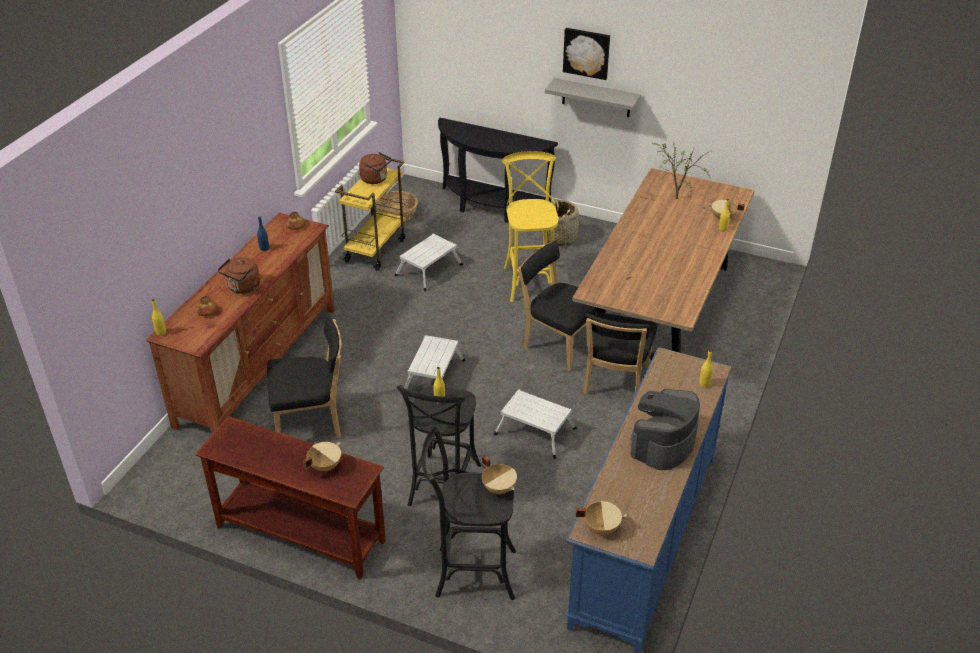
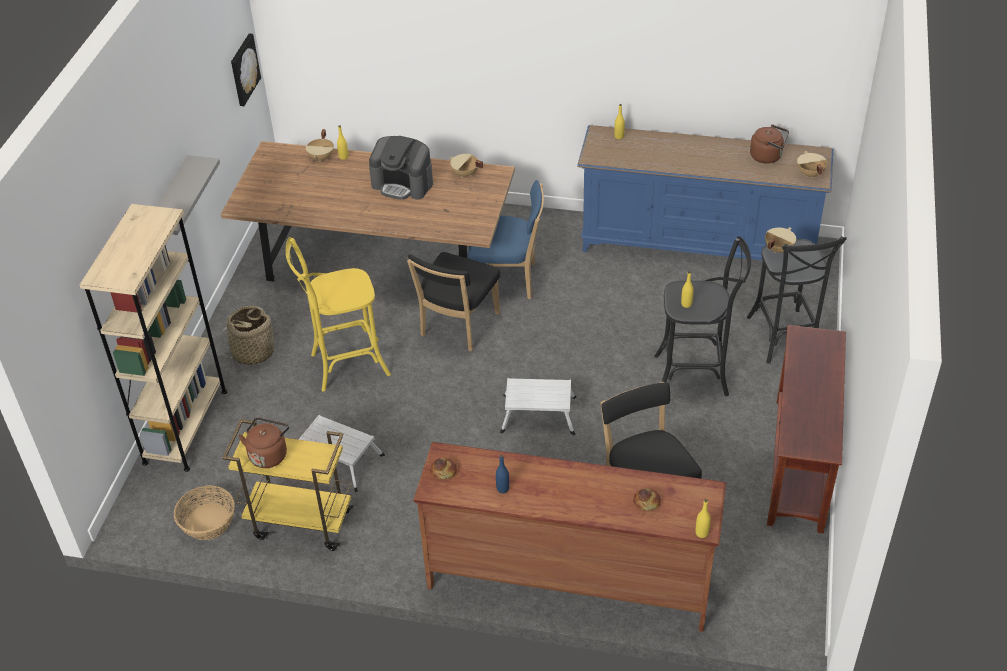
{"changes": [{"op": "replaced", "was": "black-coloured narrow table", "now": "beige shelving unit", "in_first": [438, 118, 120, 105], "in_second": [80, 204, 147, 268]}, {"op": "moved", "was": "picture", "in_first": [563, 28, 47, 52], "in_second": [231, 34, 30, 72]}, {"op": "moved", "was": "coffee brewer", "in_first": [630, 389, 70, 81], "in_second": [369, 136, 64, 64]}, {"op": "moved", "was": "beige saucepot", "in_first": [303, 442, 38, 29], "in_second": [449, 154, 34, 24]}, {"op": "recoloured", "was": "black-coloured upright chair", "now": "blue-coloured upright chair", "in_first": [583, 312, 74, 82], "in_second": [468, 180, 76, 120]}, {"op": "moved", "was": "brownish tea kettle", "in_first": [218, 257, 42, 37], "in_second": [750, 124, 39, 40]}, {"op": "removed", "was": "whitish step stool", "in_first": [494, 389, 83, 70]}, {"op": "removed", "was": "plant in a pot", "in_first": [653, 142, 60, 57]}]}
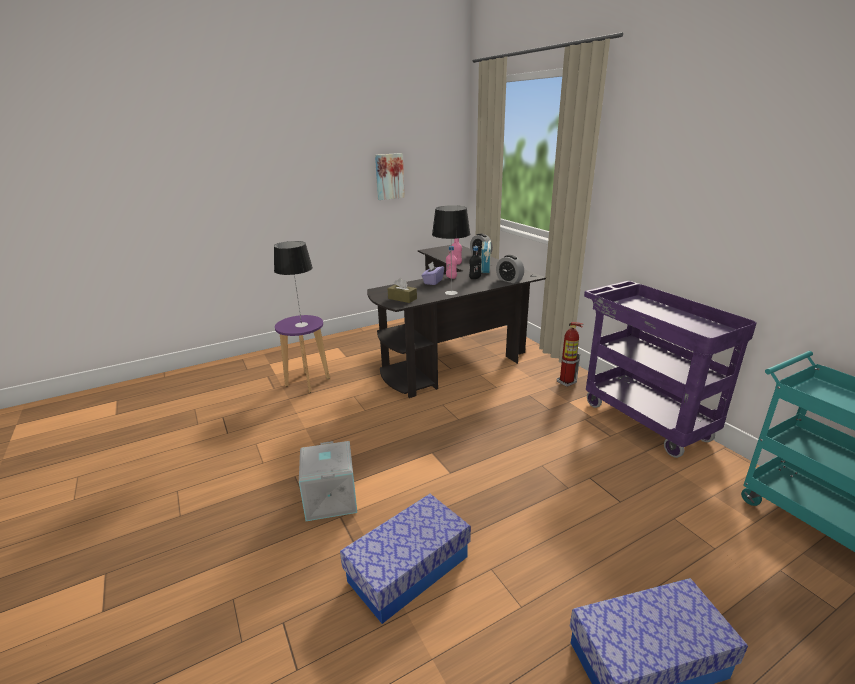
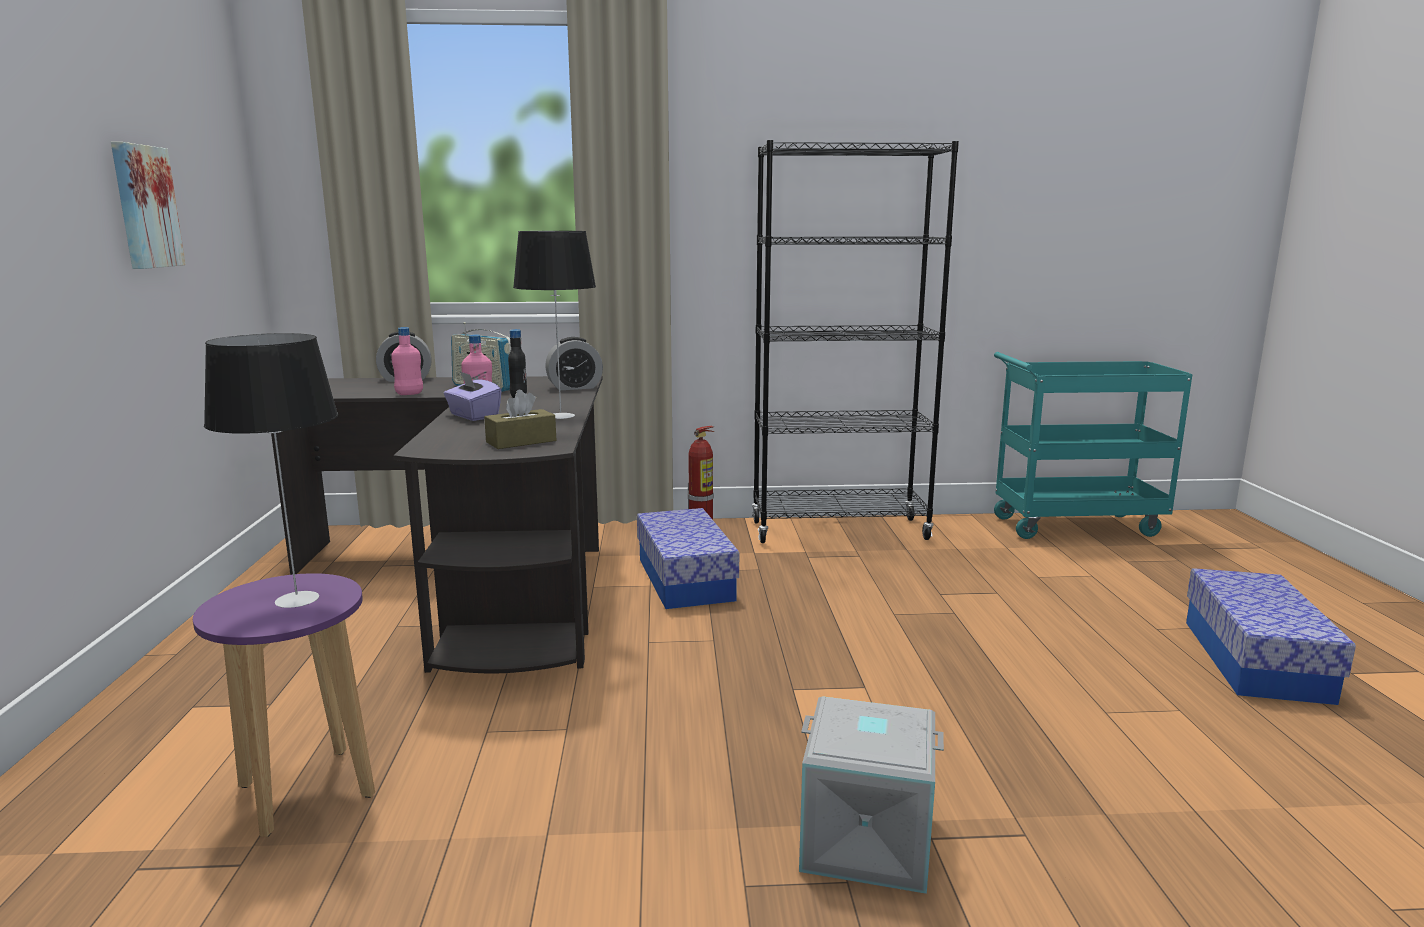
{"changes": [{"op": "moved", "was": "storage bin", "in_first": [340, 494, 131, 130], "in_second": [637, 508, 102, 101]}, {"op": "replaced", "was": "purple-coloured wheeled cart", "now": "black-coloured shelving unit", "in_first": [584, 281, 173, 177], "in_second": [752, 140, 207, 403]}]}
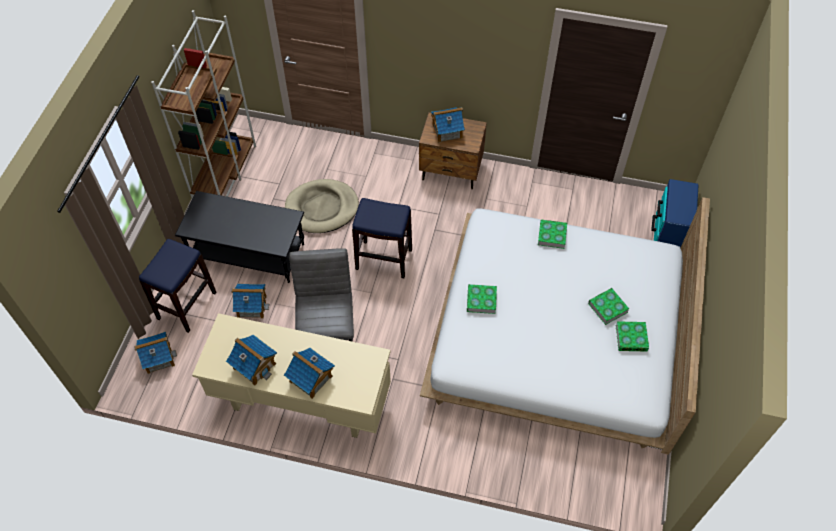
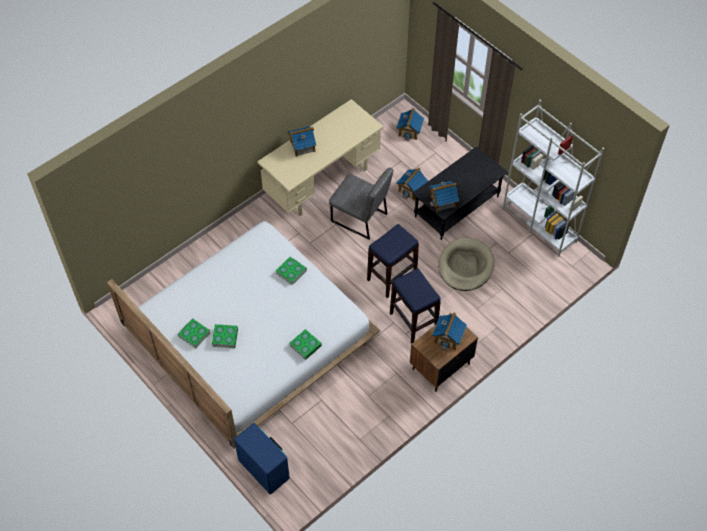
{"changes": [{"op": "moved", "was": "stool seat", "in_first": [139, 239, 78, 94], "in_second": [390, 268, 51, 76]}, {"op": "moved", "was": "toy house", "in_first": [226, 334, 51, 52], "in_second": [429, 181, 30, 31]}, {"op": "recoloured", "was": "brownish shelving unit", "now": "whitish shelving unit", "in_first": [151, 10, 105, 189], "in_second": [502, 100, 102, 157]}]}
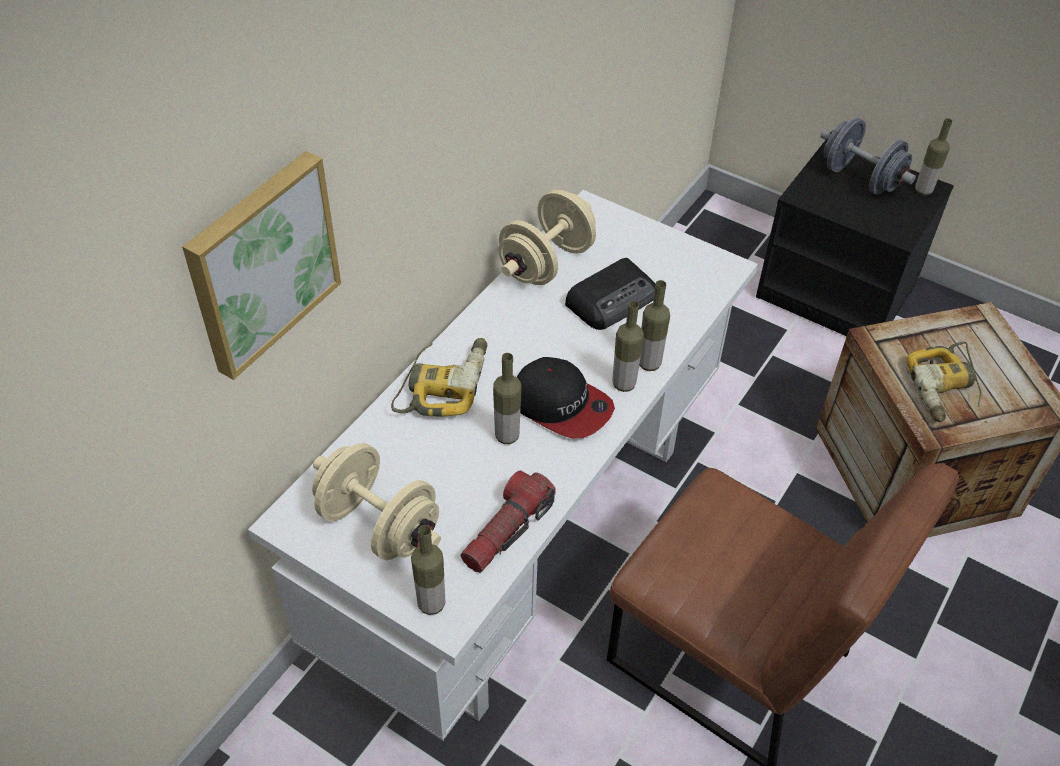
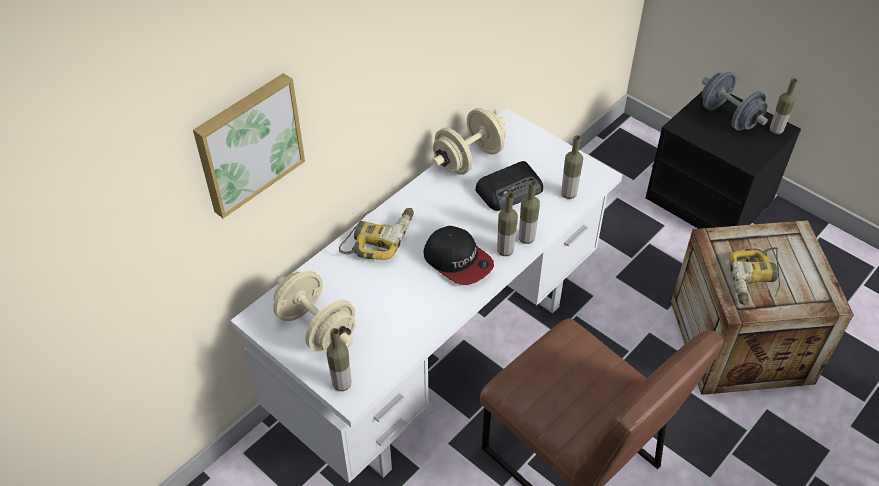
{"changes": [{"op": "moved", "was": "drink bottle", "in_first": [493, 353, 29, 91], "in_second": [561, 135, 22, 64]}, {"op": "removed", "was": "flashlight", "in_first": [460, 470, 95, 103]}]}
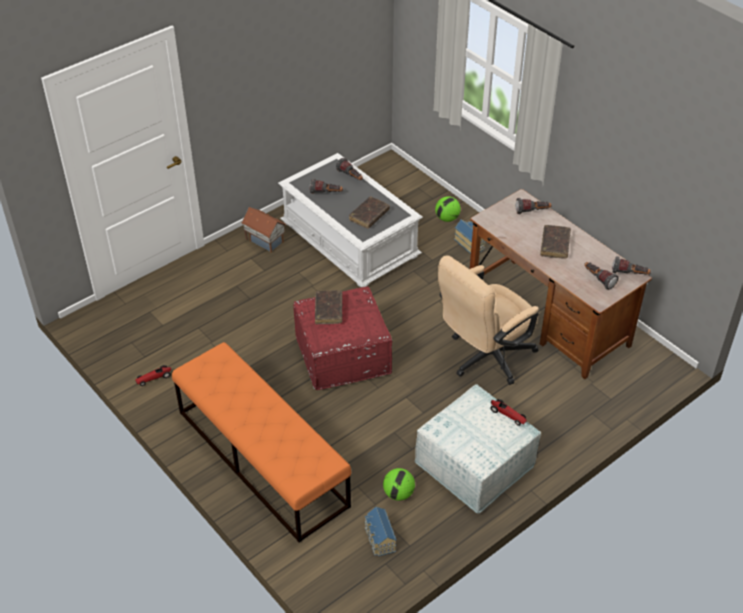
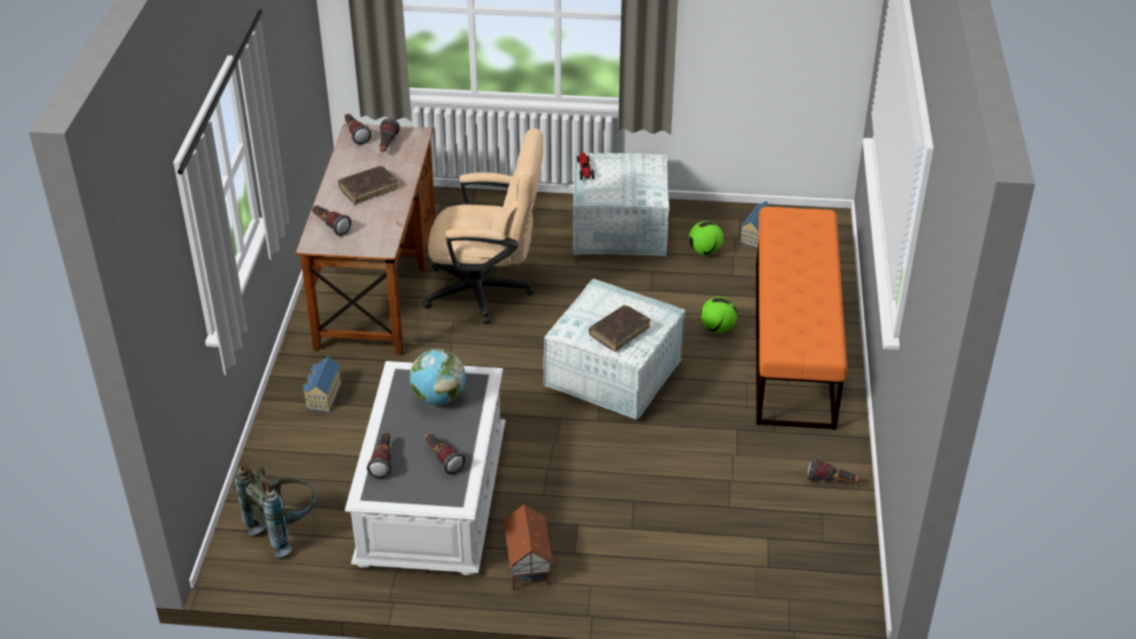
{"changes": [{"op": "added", "now": "greyish knapsack", "in_second": [235, 465, 82, 92]}, {"op": "replaced", "was": "brownish book", "now": "globe", "in_first": [349, 197, 41, 32], "in_second": [410, 349, 56, 56]}, {"op": "recoloured", "was": "red-coloured ottoman", "now": "whitish ottoman", "in_first": [294, 286, 98, 104], "in_second": [543, 279, 143, 140]}, {"op": "moved", "was": "football ball", "in_first": [435, 196, 26, 26], "in_second": [701, 297, 36, 36]}, {"op": "replaced", "was": "toy car", "now": "flashlight", "in_first": [135, 365, 37, 21], "in_second": [808, 458, 52, 26]}]}
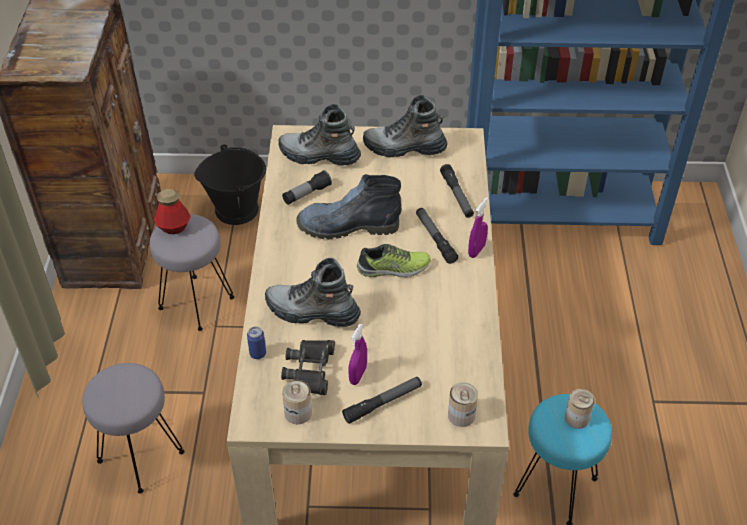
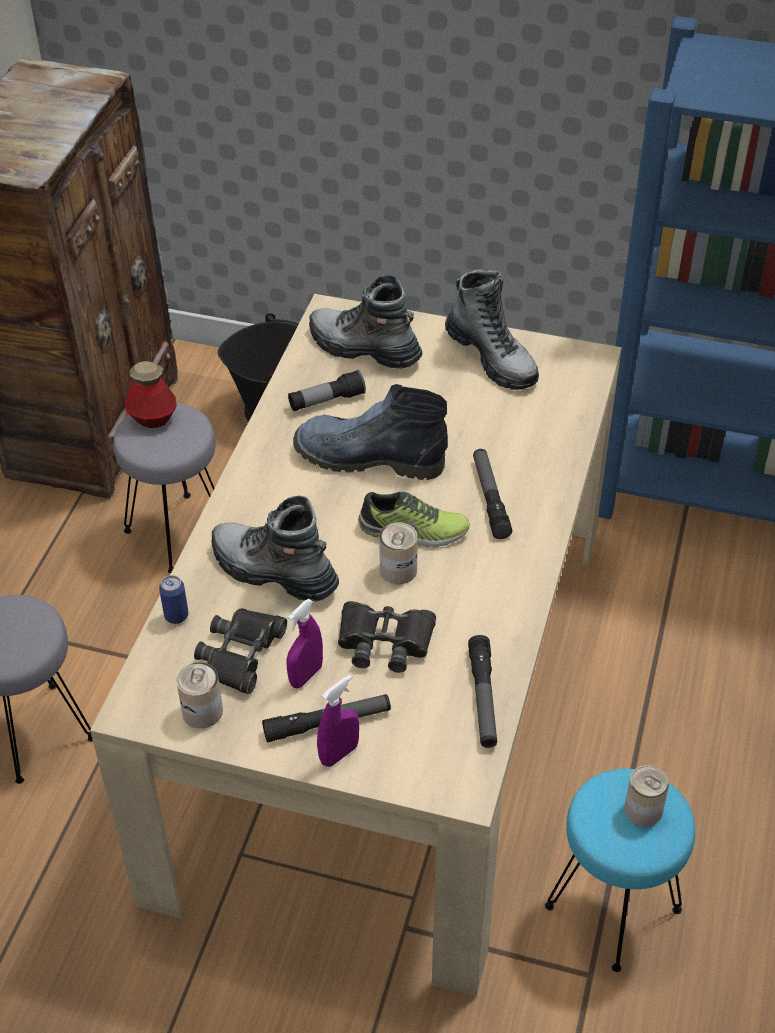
{"changes": [{"op": "moved", "was": "purple-coloured hand sprayer", "in_first": [468, 197, 20, 61], "in_second": [317, 675, 42, 92]}, {"op": "added", "now": "black-coloured field glasses", "in_second": [338, 601, 98, 72]}, {"op": "moved", "was": "sealed can", "in_first": [448, 382, 30, 45], "in_second": [379, 522, 39, 62]}, {"op": "turned", "was": "high-top boot", "in_first": [363, 95, 85, 63], "in_second": [445, 270, 94, 120], "clockwise": -150}, {"op": "moved", "was": "flashlight", "in_first": [440, 164, 34, 54], "in_second": [468, 635, 29, 113]}]}
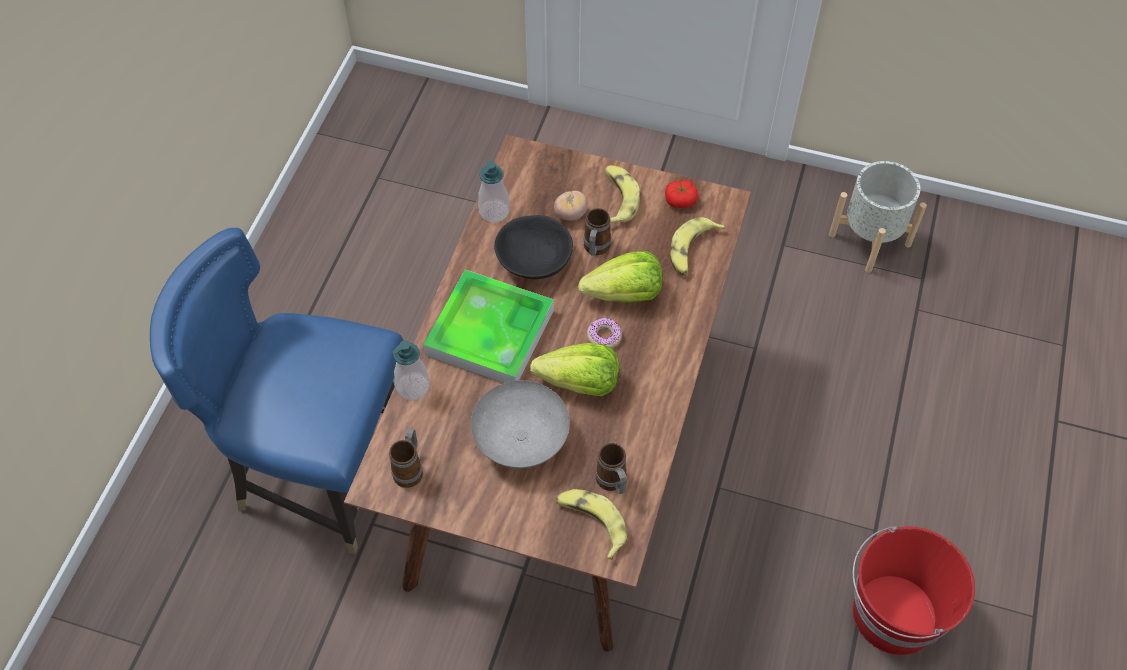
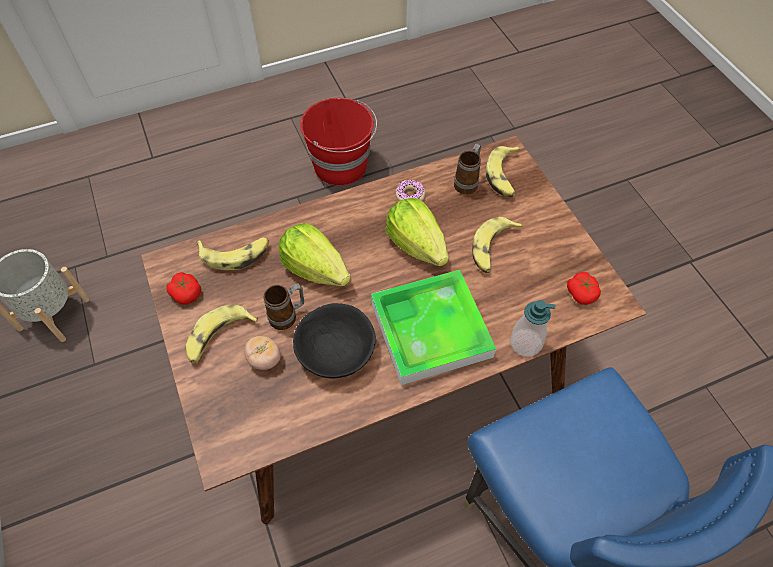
{"changes": [{"op": "moved", "was": "ring doughnut", "in_first": [587, 318, 35, 30], "in_second": [395, 179, 30, 22]}, {"op": "replaced", "was": "greyish serving bowl", "now": "banana fruit", "in_first": [471, 380, 99, 89], "in_second": [472, 217, 50, 56]}, {"op": "replaced", "was": "mug", "now": "fresh tomato", "in_first": [389, 428, 34, 60], "in_second": [567, 272, 34, 33]}, {"op": "removed", "was": "soap dispenser", "in_first": [478, 161, 31, 61]}]}
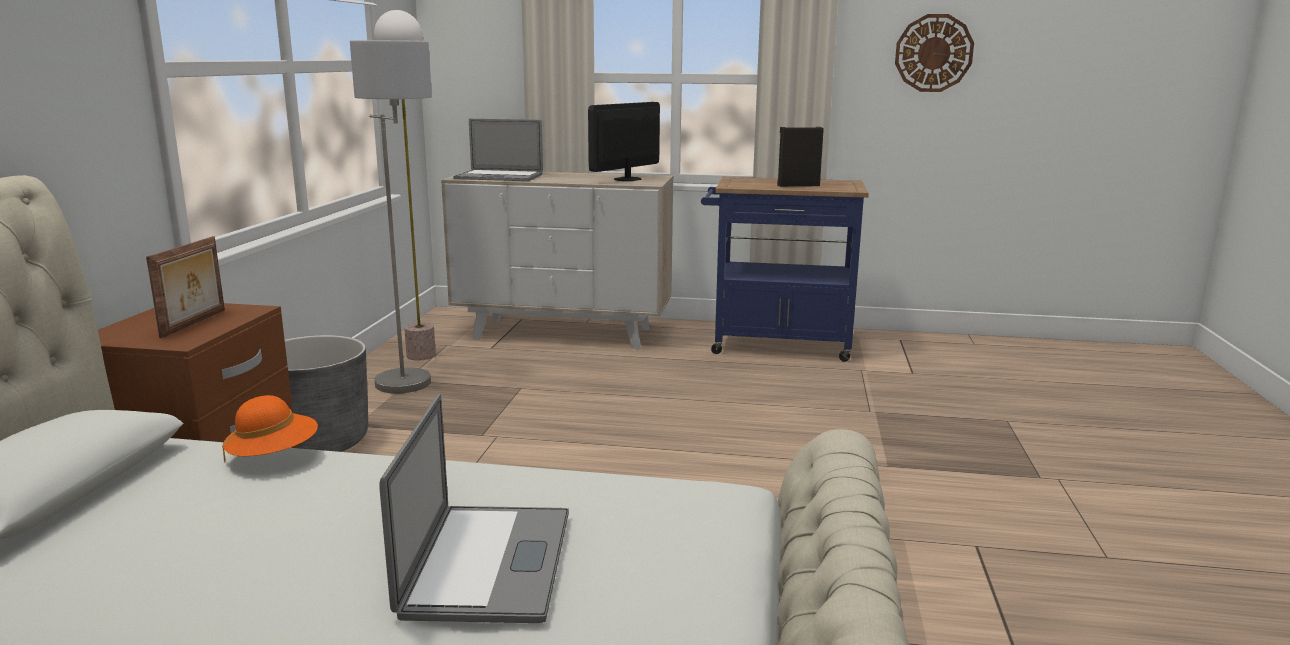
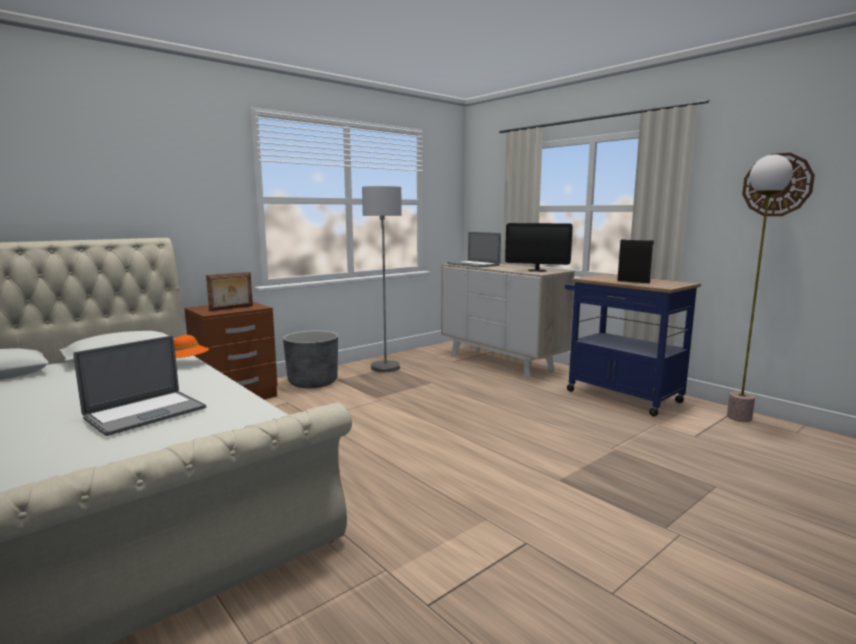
{"changes": [{"op": "turned", "was": "computer display", "in_first": [588, 102, 72, 79], "in_second": [505, 223, 68, 49], "clockwise": -150}, {"op": "moved", "was": "floor lamp", "in_first": [374, 10, 62, 350], "in_second": [727, 154, 66, 268]}]}
